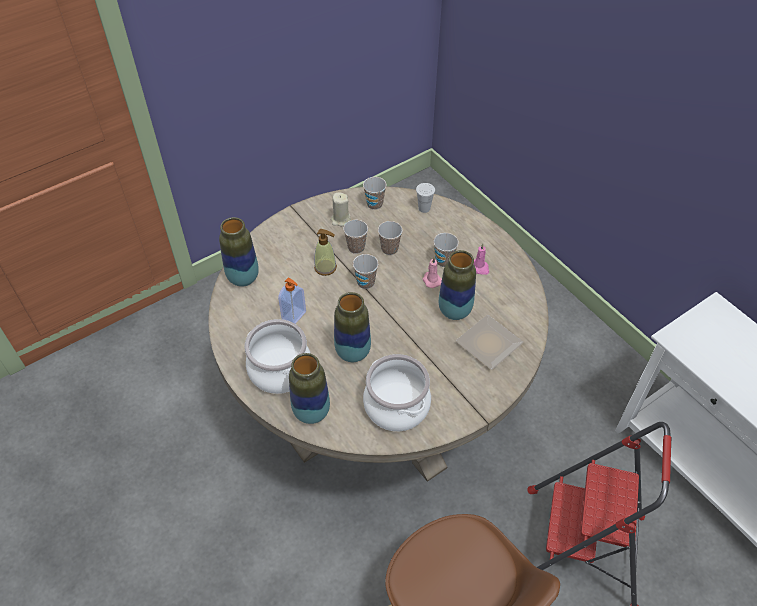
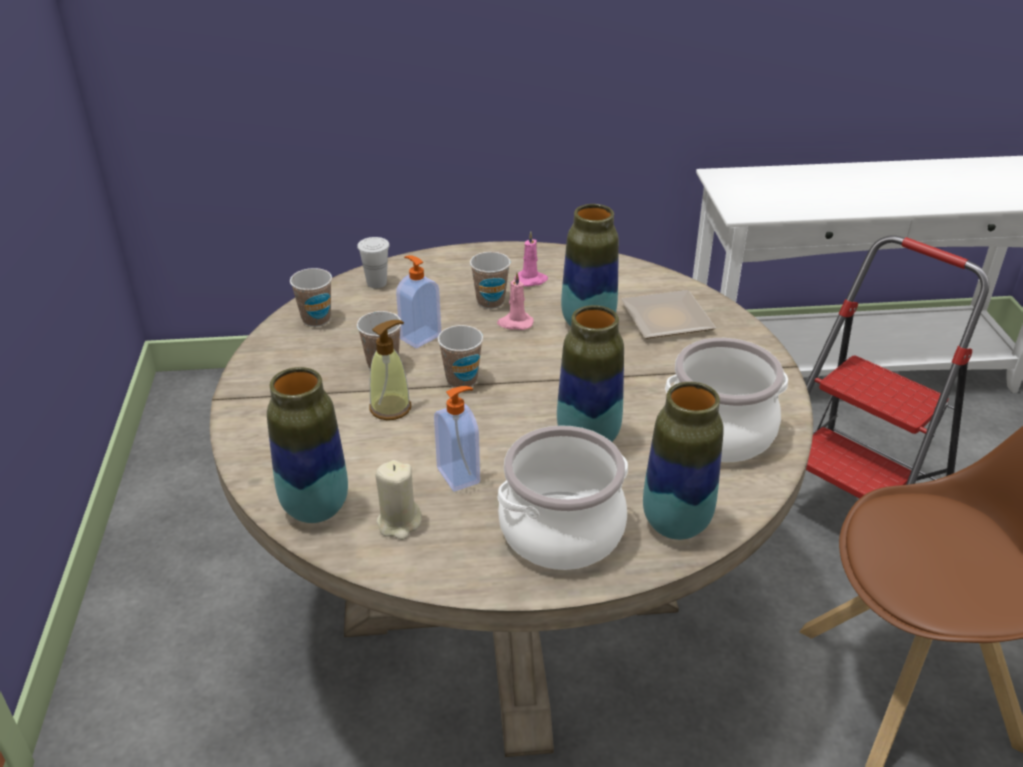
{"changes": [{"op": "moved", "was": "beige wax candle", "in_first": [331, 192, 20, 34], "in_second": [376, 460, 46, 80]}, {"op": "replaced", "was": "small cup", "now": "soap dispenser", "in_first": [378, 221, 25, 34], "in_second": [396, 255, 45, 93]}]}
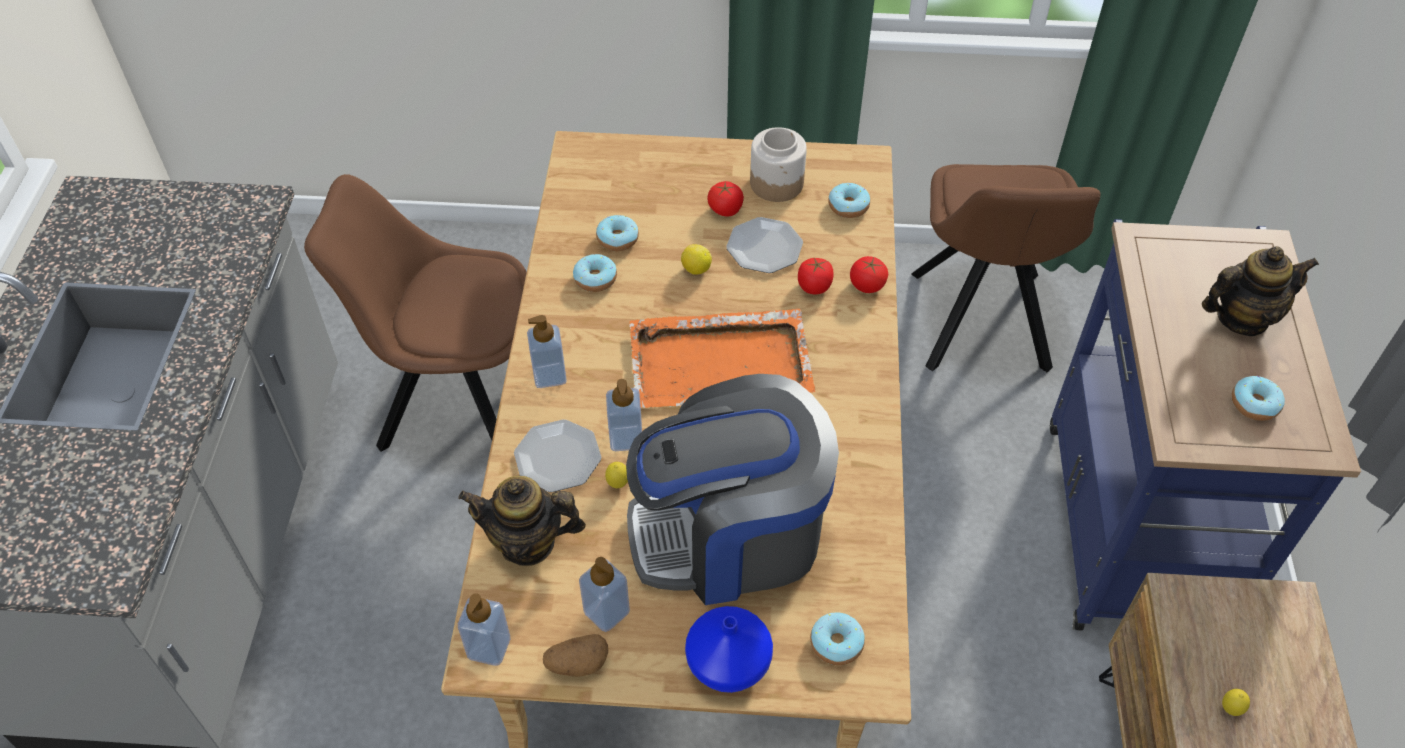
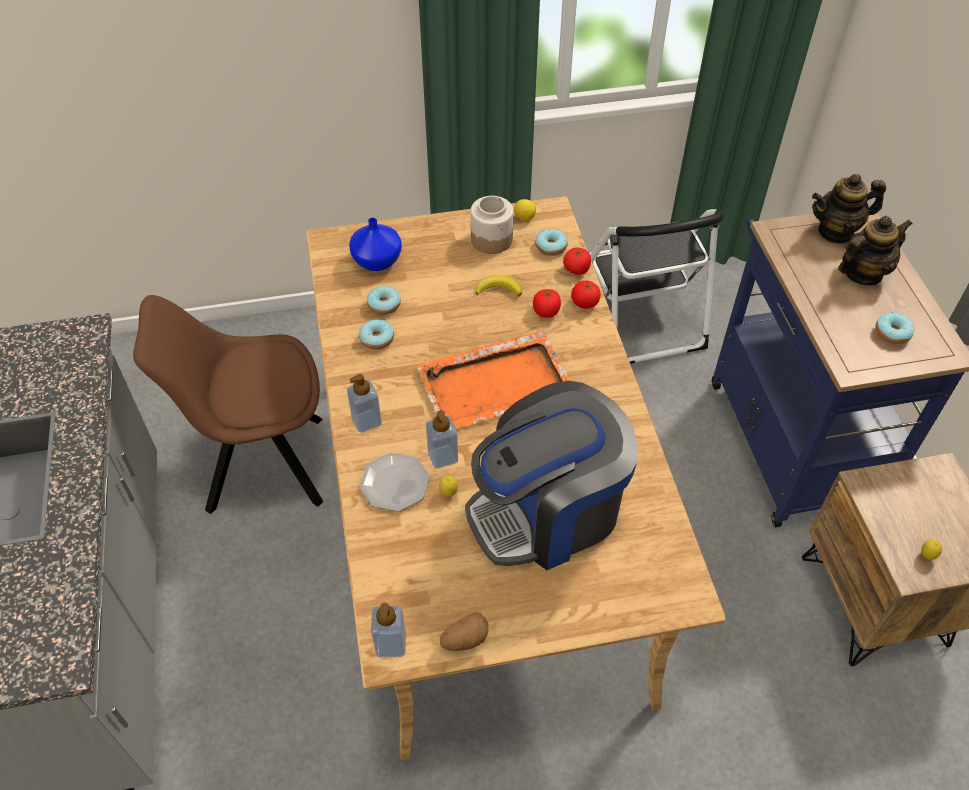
{"changes": [{"op": "moved", "was": "blue-coloured decorative vase", "in_first": [685, 606, 88, 87], "in_second": [349, 218, 53, 53]}, {"op": "replaced", "was": "plate", "now": "banana fruit", "in_first": [726, 217, 77, 56], "in_second": [476, 275, 46, 22]}, {"op": "moved", "was": "lemon", "in_first": [681, 244, 31, 31], "in_second": [514, 199, 22, 22]}, {"op": "moved", "was": "fresh tomato", "in_first": [707, 181, 37, 36], "in_second": [563, 247, 28, 28]}, {"op": "replaced", "was": "brownish upright chair", "now": "step stool", "in_first": [911, 164, 190, 209], "in_second": [590, 209, 134, 155]}, {"op": "moved", "was": "pot for tea", "in_first": [458, 476, 128, 90], "in_second": [812, 174, 74, 70]}, {"op": "removed", "was": "soap dispenser", "in_first": [579, 557, 51, 75]}, {"op": "removed", "was": "ring doughnut", "in_first": [810, 612, 55, 53]}]}
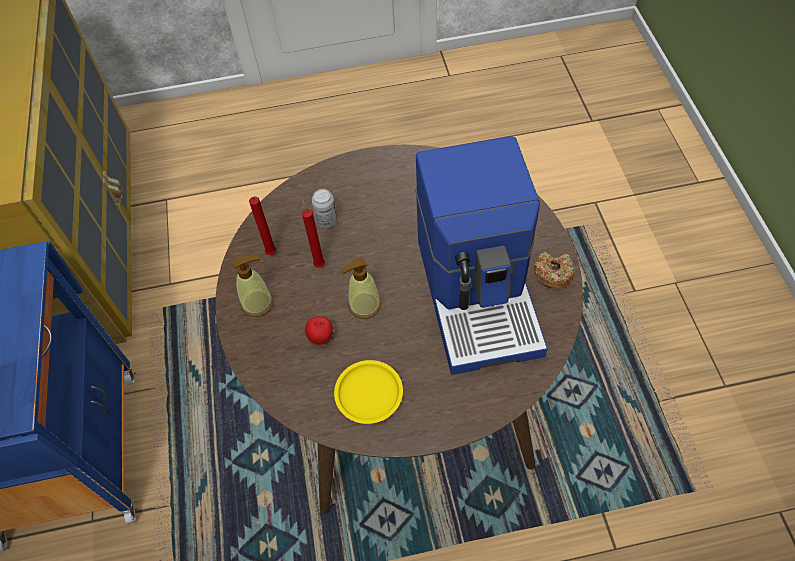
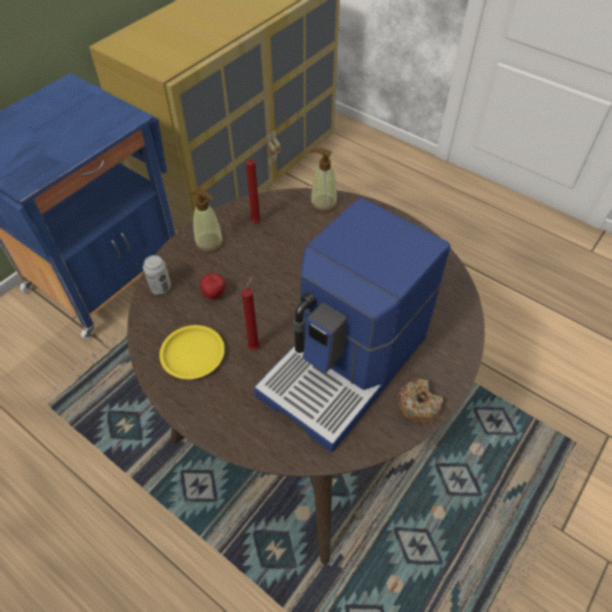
{"changes": [{"op": "moved", "was": "sealed can", "in_first": [312, 189, 25, 39], "in_second": [143, 255, 28, 40]}, {"op": "moved", "was": "red-coloured wax candle", "in_first": [302, 199, 23, 69], "in_second": [242, 277, 18, 73]}, {"op": "moved", "was": "soap dispenser", "in_first": [341, 257, 41, 62], "in_second": [310, 148, 27, 64]}]}
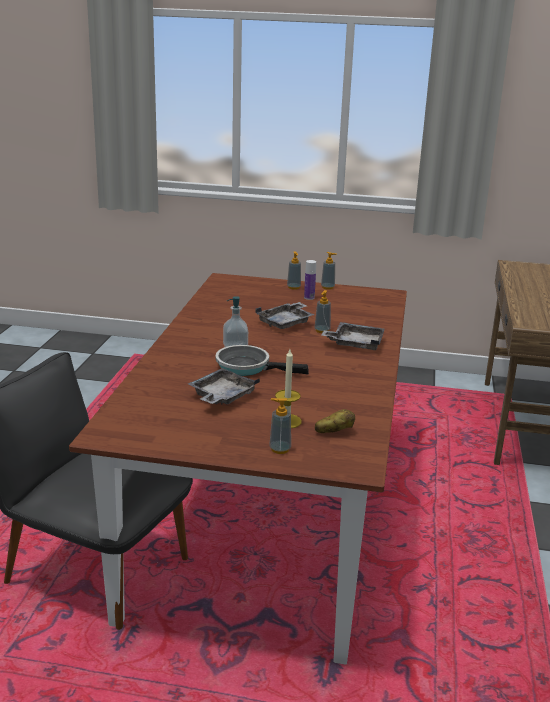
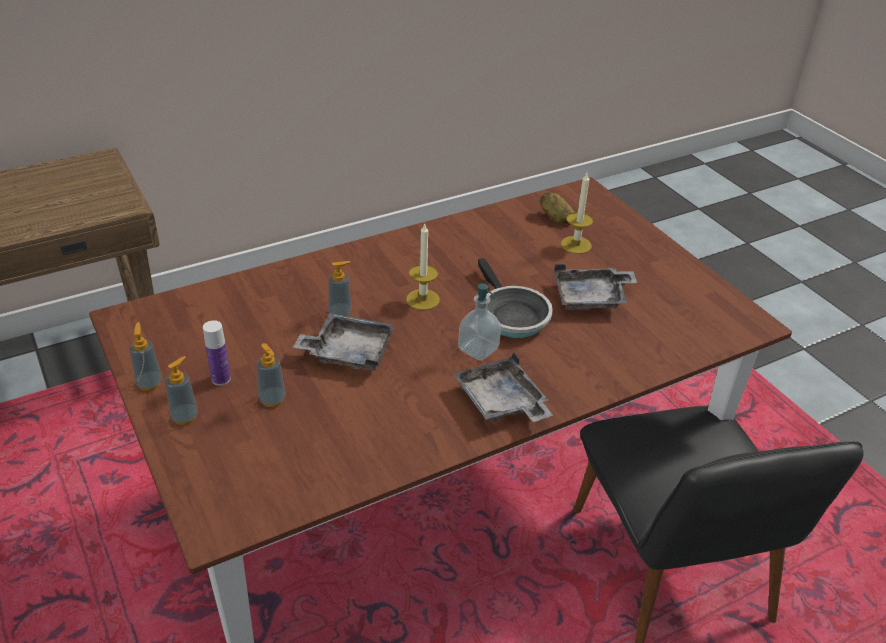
{"changes": [{"op": "moved", "was": "soap dispenser", "in_first": [269, 398, 22, 56], "in_second": [256, 343, 30, 64]}, {"op": "added", "now": "wax candle", "in_second": [406, 223, 34, 87]}, {"op": "moved", "was": "greyish carrying tray", "in_first": [322, 322, 63, 28], "in_second": [453, 352, 100, 70]}]}
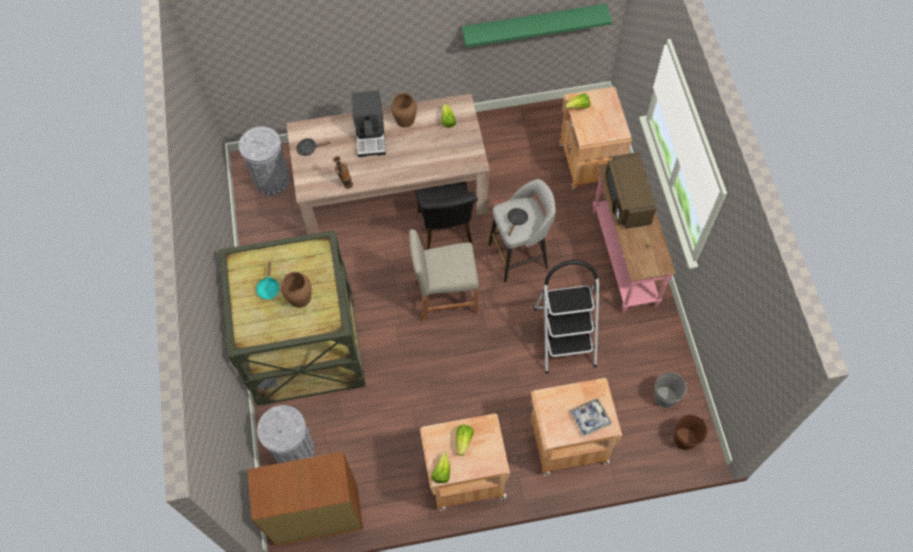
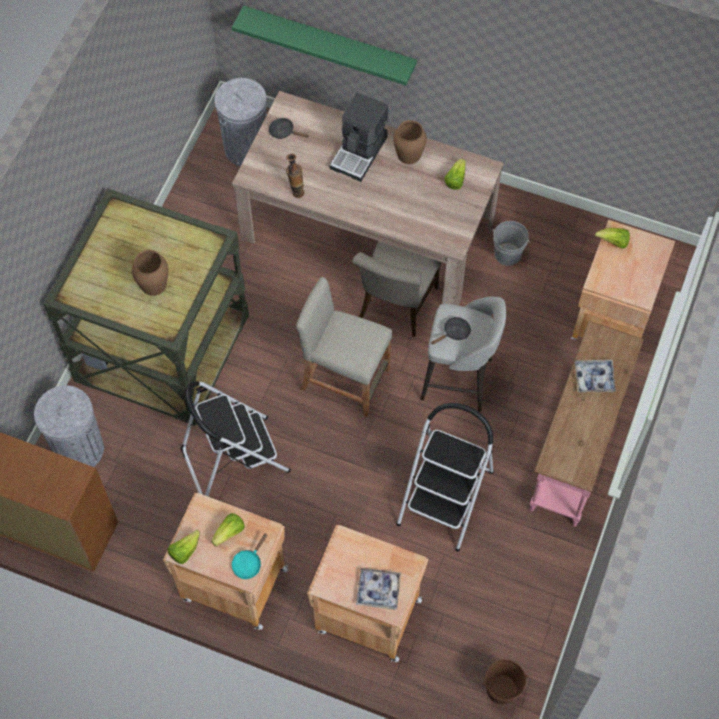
{"changes": [{"op": "added", "now": "step stool", "in_second": [181, 381, 110, 115]}, {"op": "moved", "was": "greenish shelf", "in_first": [462, 4, 150, 43], "in_second": [232, 5, 185, 80]}, {"op": "moved", "was": "turquoise skillet", "in_first": [256, 262, 24, 38], "in_second": [232, 533, 35, 46]}, {"op": "recoloured", "was": "black-coloured upright chair", "now": "beige upright chair", "in_first": [415, 182, 63, 68], "in_second": [352, 241, 89, 96]}, {"op": "moved", "was": "greyish water bucket", "in_first": [654, 373, 34, 35], "in_second": [493, 221, 37, 45]}, {"op": "replaced", "was": "brownish kitchen microwave", "now": "carrying tray", "in_first": [605, 152, 51, 77], "in_second": [575, 360, 41, 32]}]}
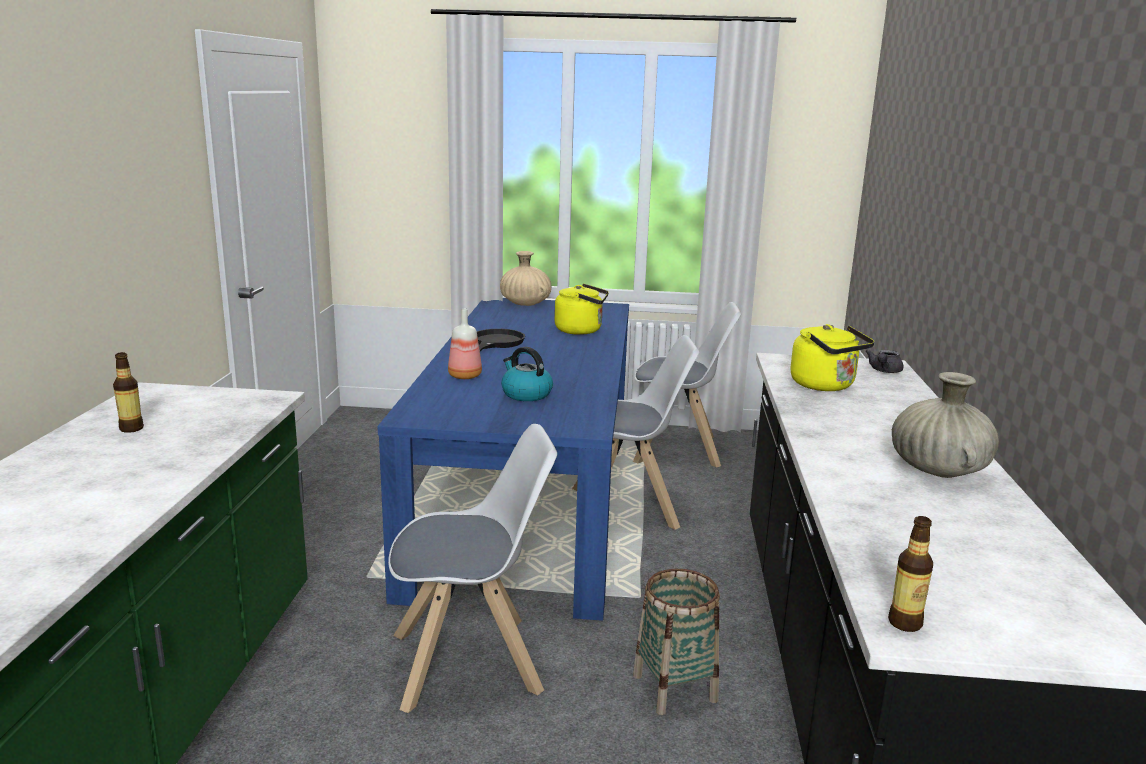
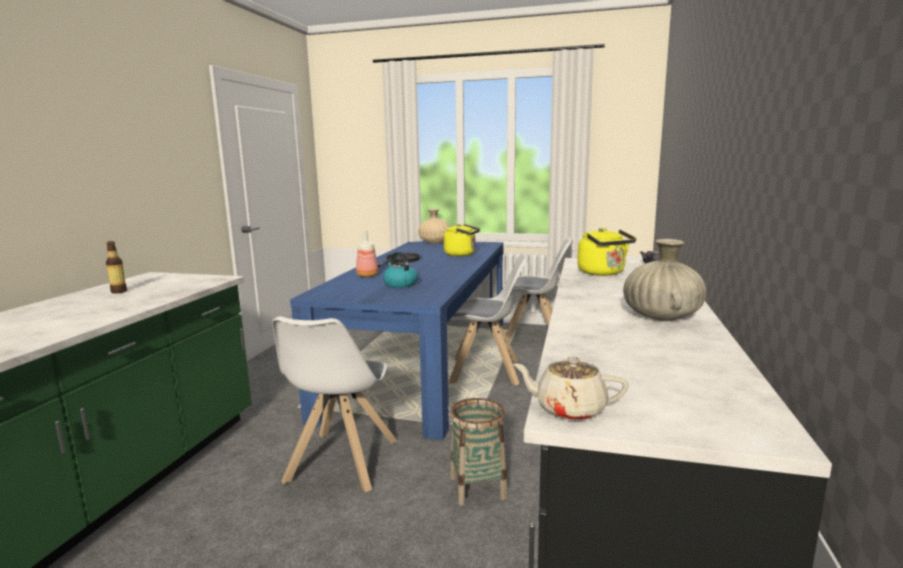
{"changes": [{"op": "turned", "was": "upright chair", "in_first": [388, 424, 169, 289], "in_second": [272, 316, 125, 176], "clockwise": 105}, {"op": "replaced", "was": "drink bottle", "now": "beige pot for tea", "in_first": [888, 516, 45, 116], "in_second": [513, 357, 116, 64]}]}
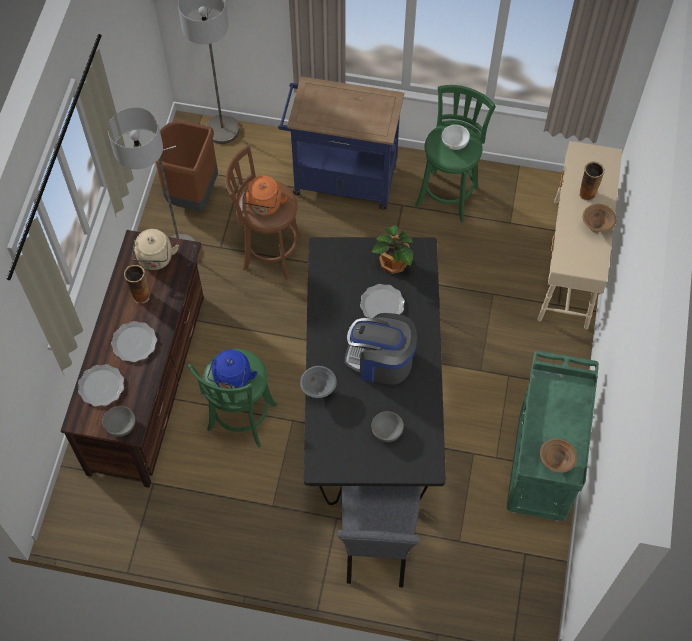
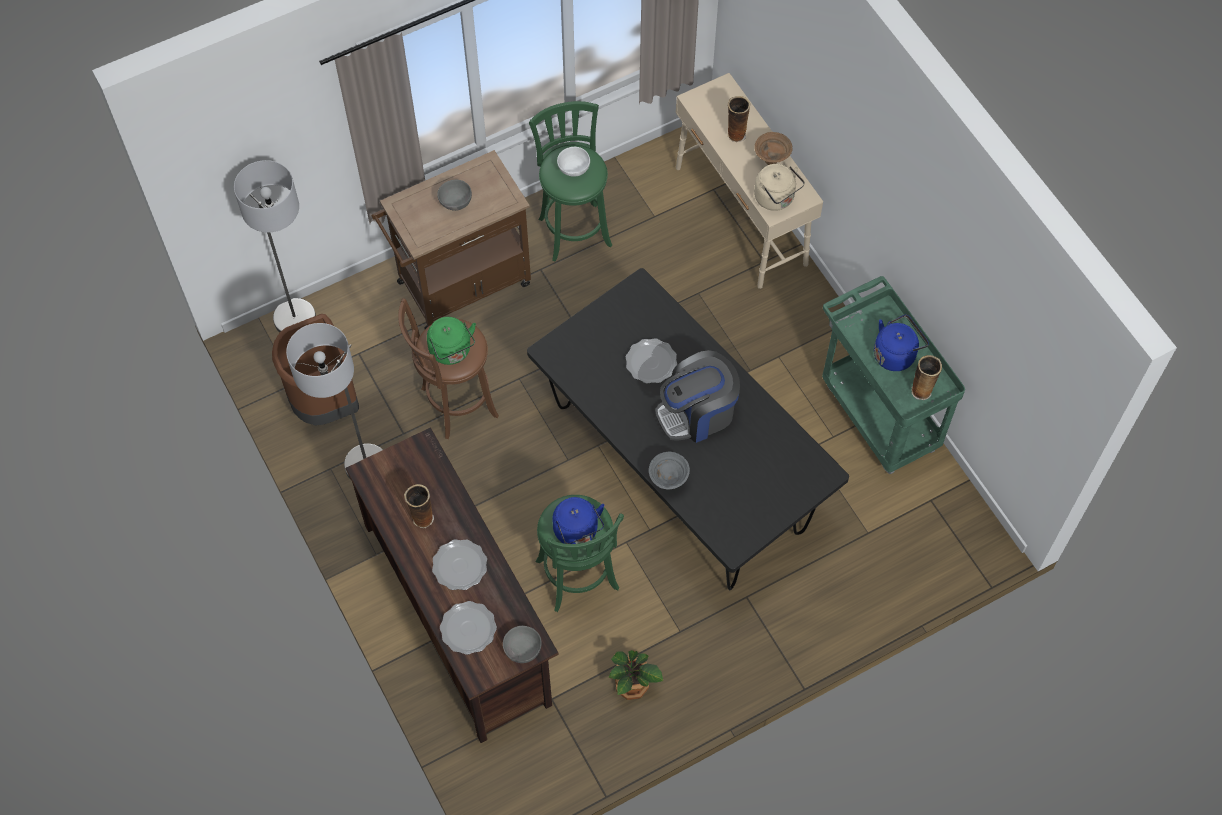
{"changes": [{"op": "recoloured", "was": "blue-coloured wheeled cart", "now": "brownish wheeled cart", "in_first": [278, 76, 126, 134], "in_second": [372, 150, 159, 179]}, {"op": "recoloured", "was": "orangey tea kettle", "now": "greenish tea kettle", "in_first": [242, 176, 46, 40], "in_second": [427, 317, 49, 48]}, {"op": "moved", "was": "greyish serving bowl", "in_first": [371, 411, 33, 31], "in_second": [437, 180, 35, 31]}, {"op": "moved", "was": "plant in a pot", "in_first": [372, 225, 41, 49], "in_second": [608, 650, 55, 50]}, {"op": "moved", "was": "beige tea kettle", "in_first": [132, 229, 47, 41], "in_second": [754, 164, 51, 47]}, {"op": "added", "now": "blue-coloured tea kettle", "in_second": [874, 314, 55, 57]}, {"op": "replaced", "was": "brownish serving bowl", "now": "decorative vase", "in_first": [540, 438, 37, 35], "in_second": [911, 355, 31, 45]}, {"op": "removed", "was": "greyish upright chair", "in_first": [337, 486, 84, 101]}]}
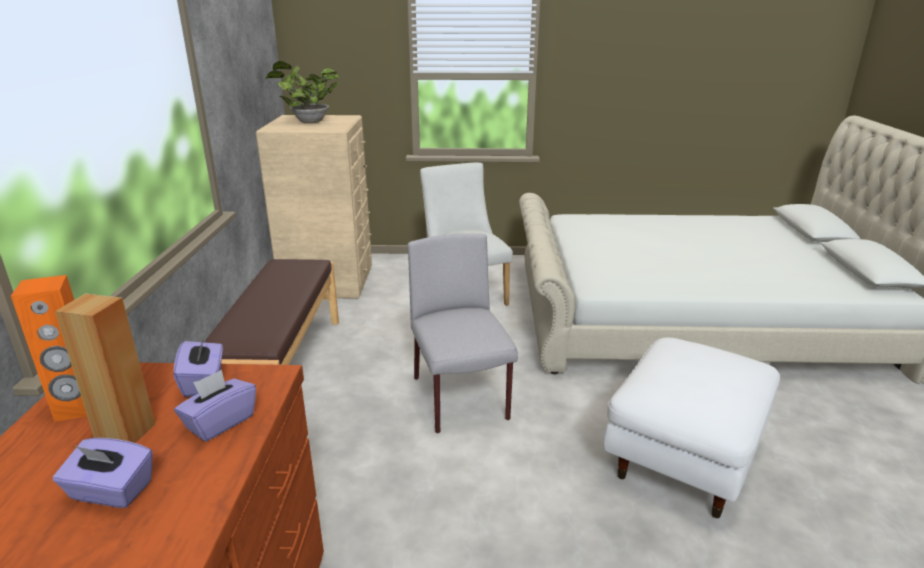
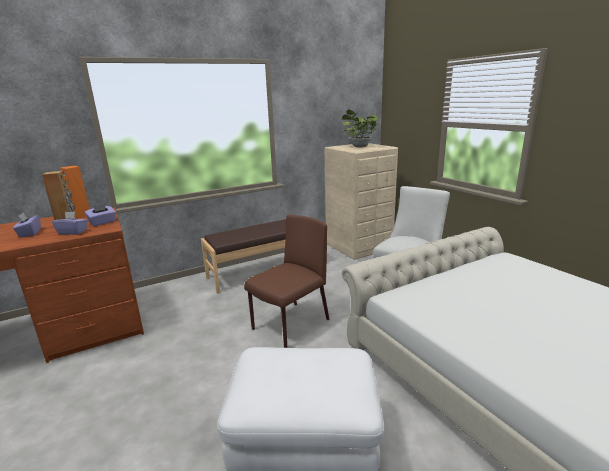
{"changes": [{"op": "recoloured", "was": "greyish upright chair", "now": "brownish upright chair", "in_first": [408, 234, 110, 200], "in_second": [244, 215, 85, 133]}]}
